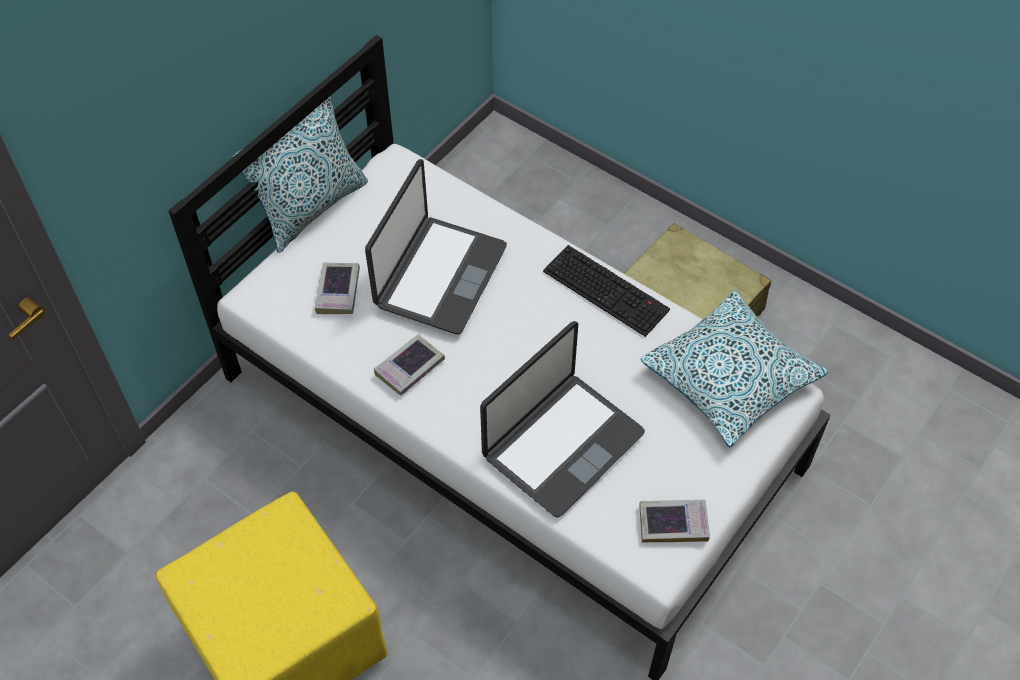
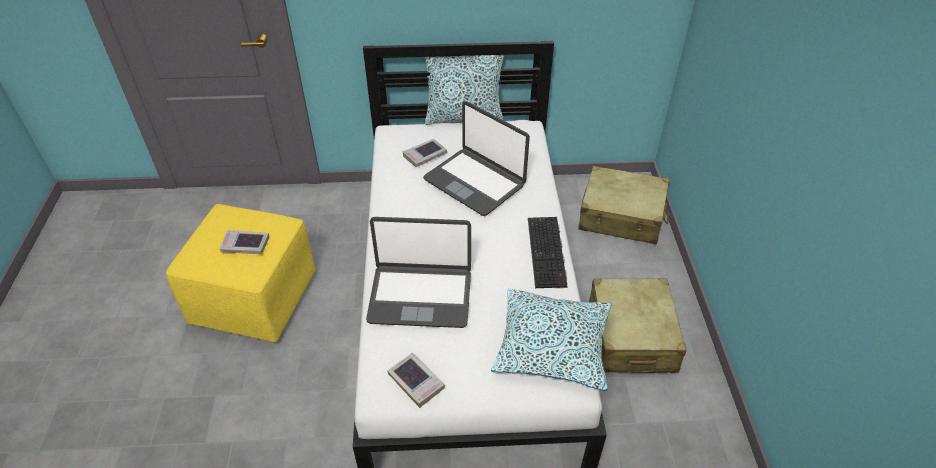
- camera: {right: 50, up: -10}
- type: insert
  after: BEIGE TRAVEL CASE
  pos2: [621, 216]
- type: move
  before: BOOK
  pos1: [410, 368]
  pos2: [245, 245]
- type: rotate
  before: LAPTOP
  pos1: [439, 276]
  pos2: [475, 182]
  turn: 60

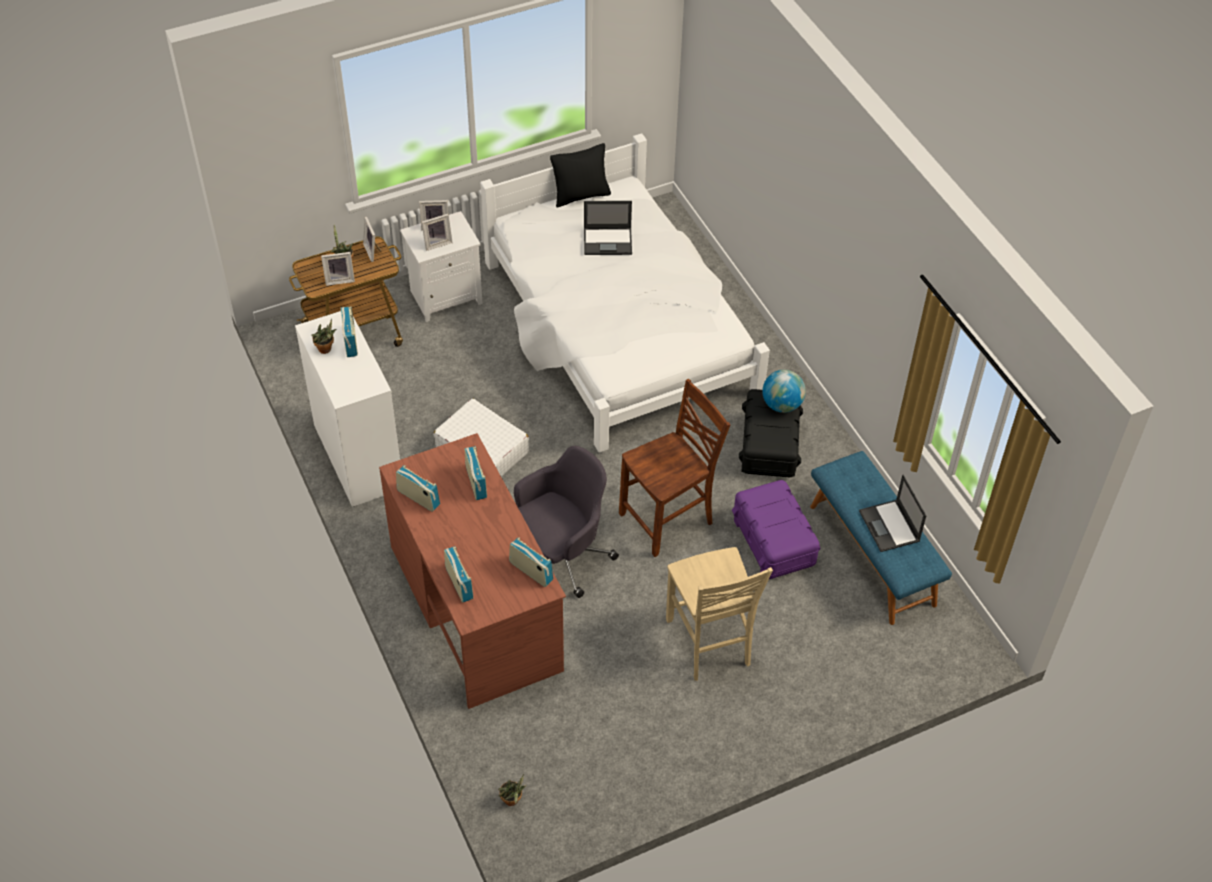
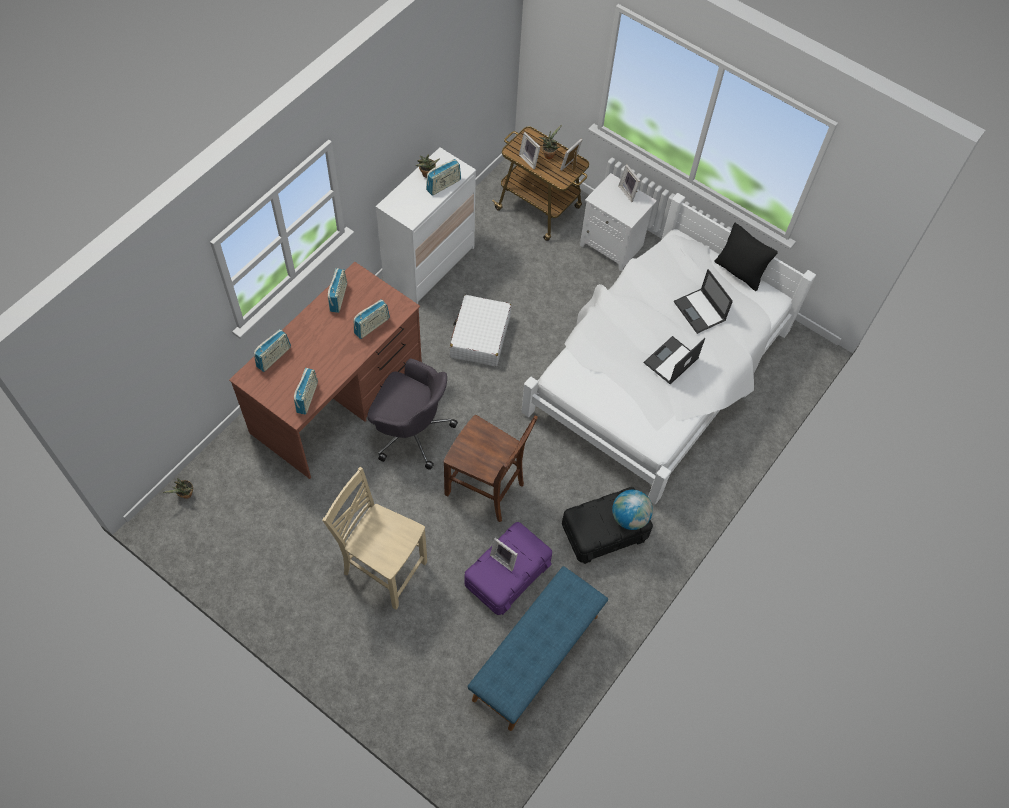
- camera: {right: 60, up: 10}
- type: move
  before: PHOTO FRAME
  pos1: [437, 243]
  pos2: [504, 558]
- type: move
  before: LAPTOP
  pos1: [890, 527]
  pos2: [670, 361]
- type: rotate
  before: BEIGE CHAIR
  pos1: [709, 643]
  pos2: [383, 568]
  turn: 75

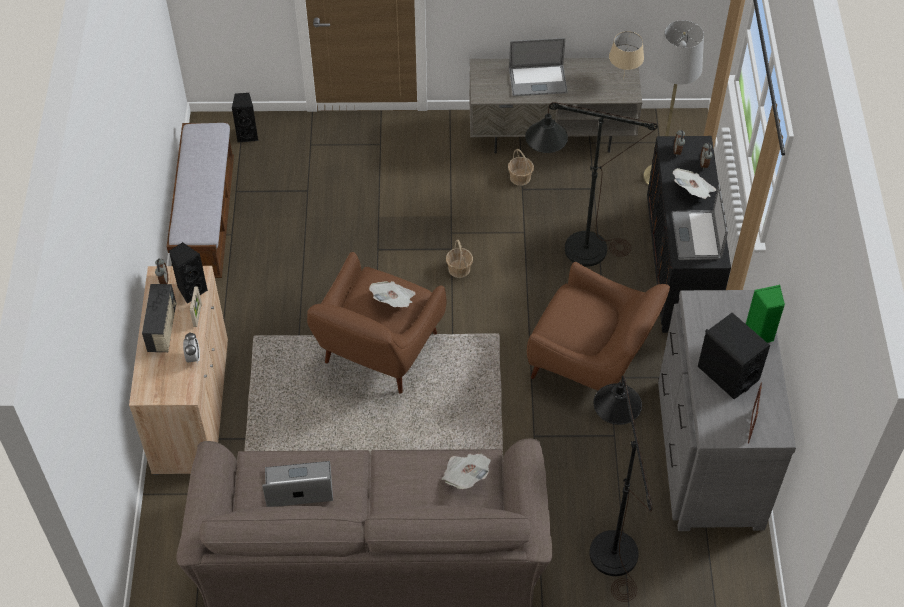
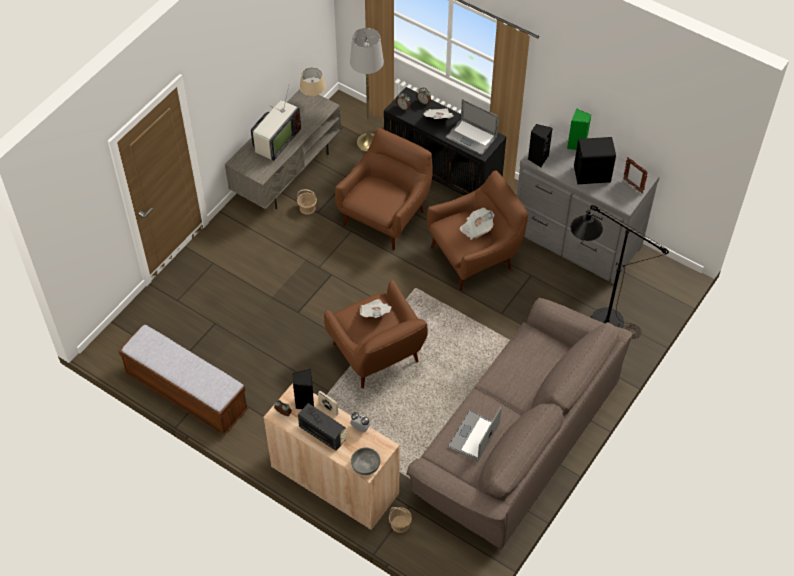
- camera: {right: -55, up: 0}
- type: insert
  after: GRAY BOWL
  pos2: [365, 465]
- type: move
  before: BLACK LOUDSPEAKER
  pos1: [248, 135]
  pos2: [537, 158]
- type: move
  before: DAILY PAPER
  pos1: [465, 476]
  pos2: [476, 229]
- type: move
  before: STORAGE BASKET
  pos1: [459, 269]
  pos2: [400, 524]
- type: replace
  before: LAPTOP
  after: TELEVISION
  pos1: [538, 80]
  pos2: [275, 142]
- type: replace
  before: BLACK STANDING LAMP
  after: BROWN ARMCHAIR
  pos1: [573, 250]
  pos2: [385, 215]

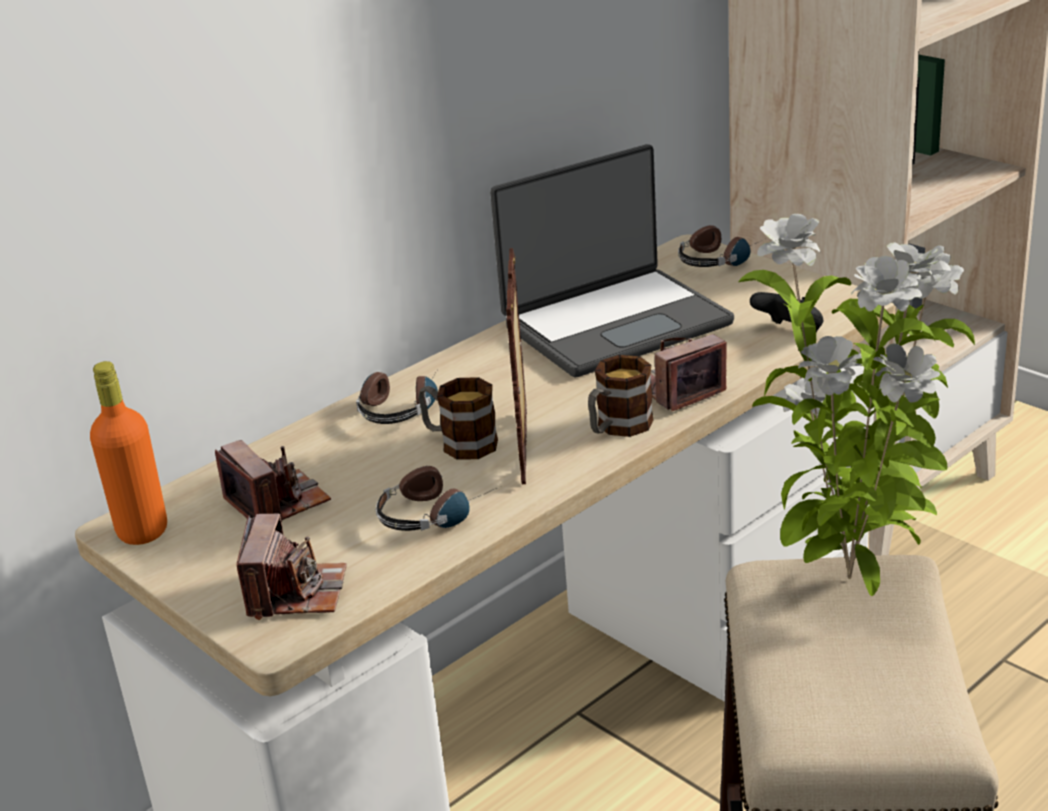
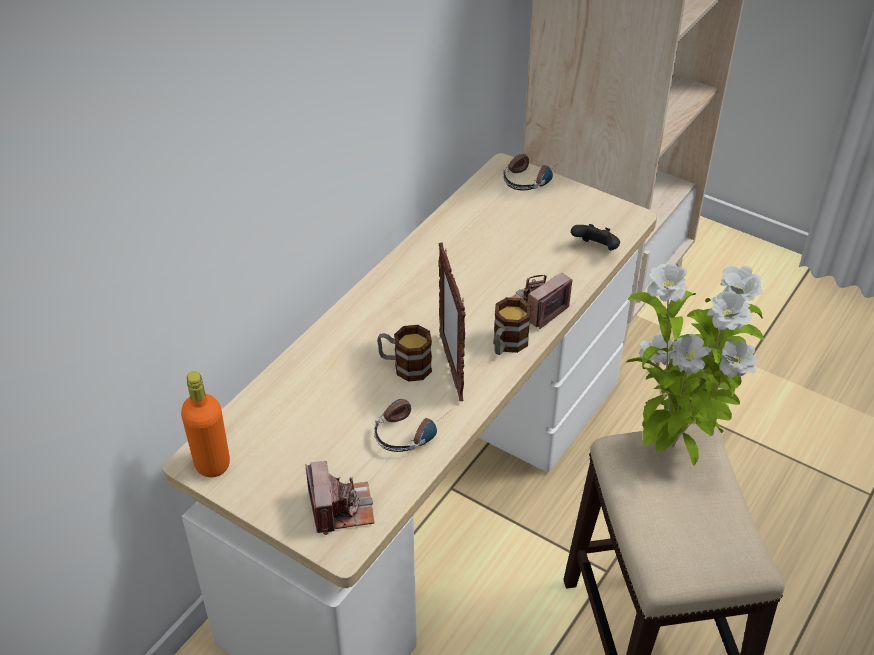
- camera: {right: -15, up: 15}
- type: delete
  before: PHOTO CAMERA
  pos1: [277, 502]
- type: delete
  before: HEADPHONES
  pos1: [400, 406]
- type: delete
  before: LAPTOP
  pos1: [615, 324]

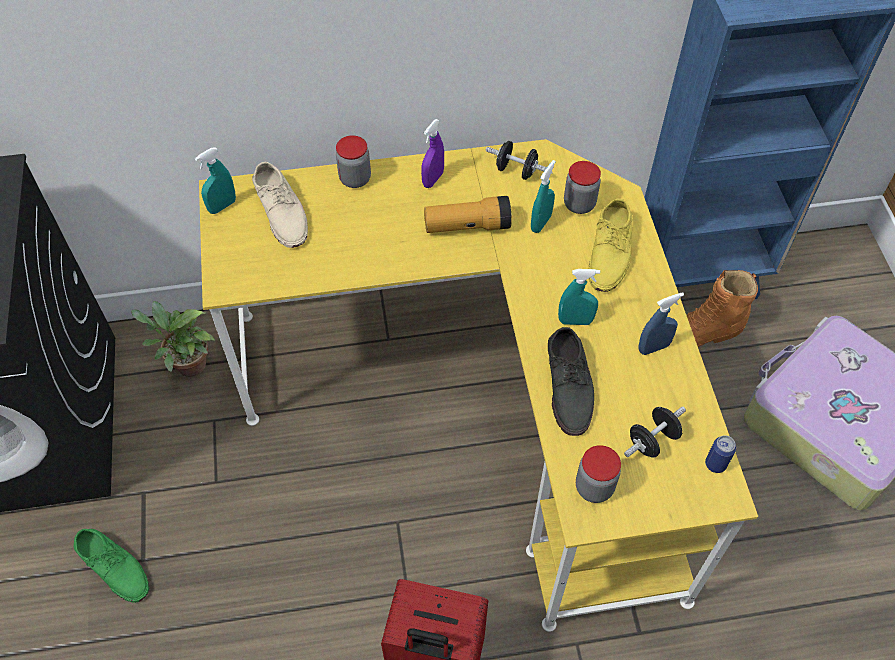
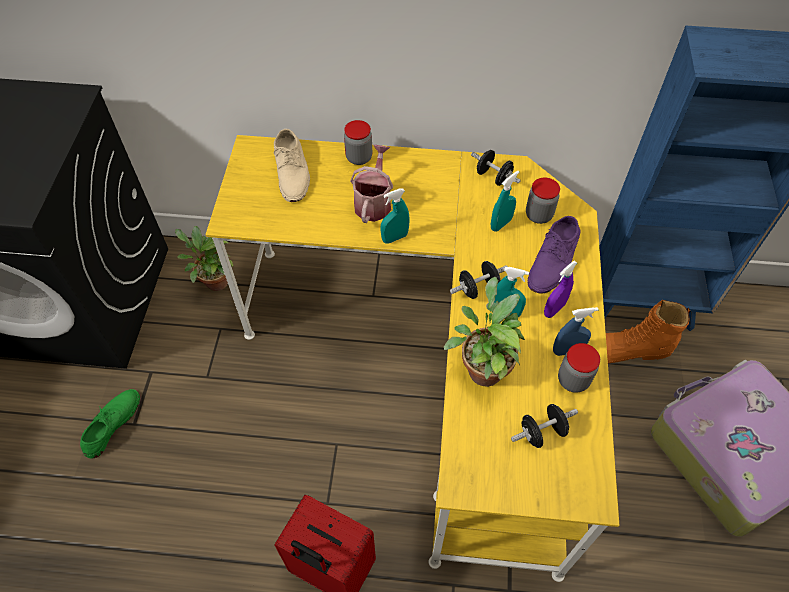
- camera: {right: 15, up: 0}
- type: delete
  before: HAND TORCH
  pos1: [467, 226]
- type: delete
  before: CAN
  pos1: [715, 464]
- type: insert
  after: WATERING CAN
  pos2: [373, 202]
- type: insert
  after: BLACK HAND WEIGHT
  pos2: [478, 288]
- type: move
  before: TURQUOISE-COLOURED SPRAY BOTTLE
  pos1: [222, 206]
  pos2: [395, 238]
- type: move
  before: PURPLE-COLOURED SPRAY BOTTLE
  pos1: [433, 179]
  pos2: [554, 309]
- type: move
  before: PRESERVE JAR
  pos1: [594, 487]
  pos2: [573, 380]
- type: replace
  before: GRAY LOW SHOE
  after: POTTED PLANT
  pos1: [569, 386]
  pos2: [483, 367]
- type: recolor
  before: YELLOW LOW SHOE
  after: PURPLE-COLOURED LOW SHOE
  pos1: [611, 252]
  pos2: [554, 261]
- type: rotate
  before: GREENISH LOW SHOE
  pos1: [114, 566]
  pos2: [111, 424]
  turn: -120

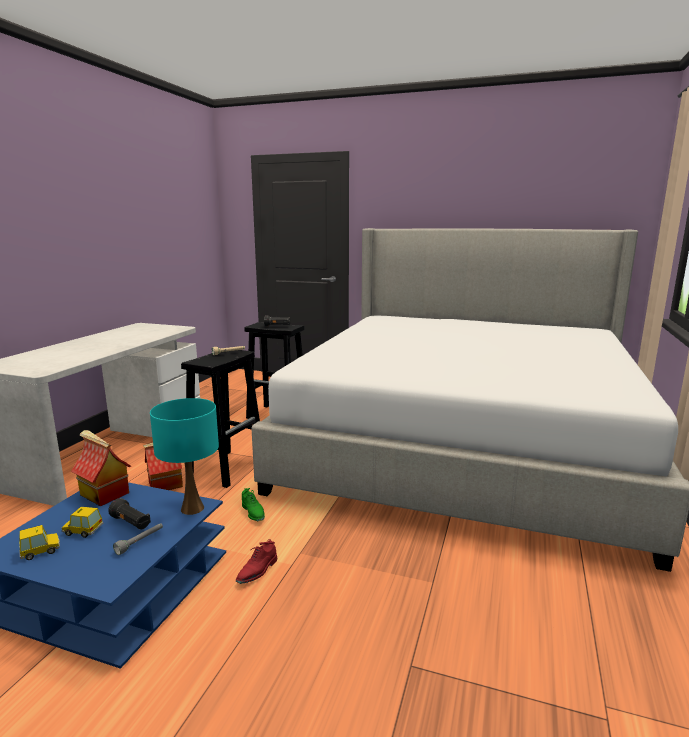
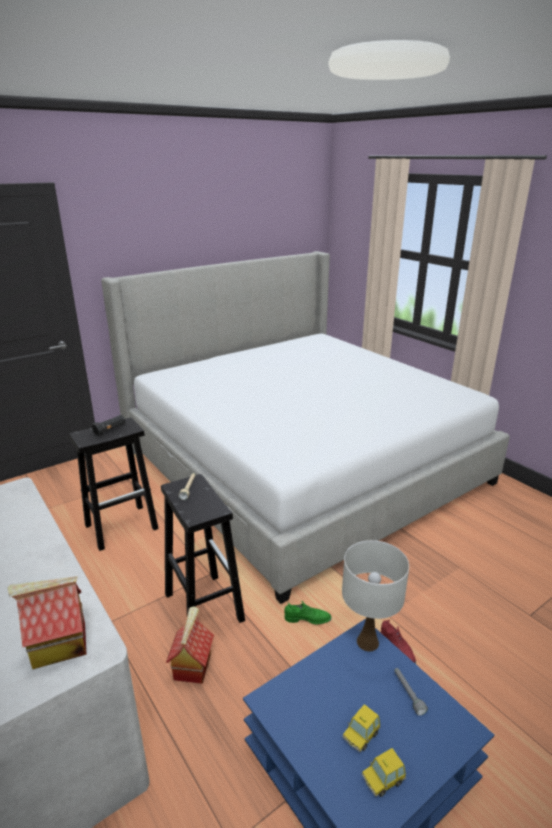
- camera: {right: -55, up: 10}
- type: delete
  before: BLACK HAND TORCH
  pos1: [131, 523]
- type: move
  before: MODEL HOUSE
  pos1: [103, 494]
  pos2: [58, 646]
- type: recolor
  before: TURQUOISE-COLOURED TABLE LAMP
  after: WHITE TABLE LAMP
  pos1: [192, 508]
  pos2: [367, 642]
- type: rotate
  before: MODEL CAR
  pos1: [40, 551]
  pos2: [382, 779]
  turn: -120

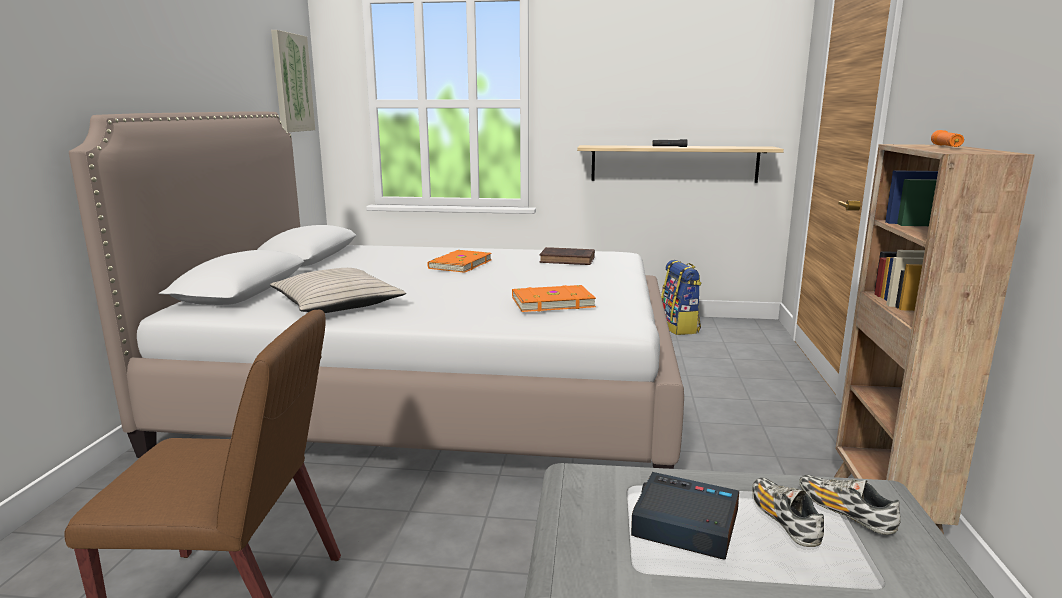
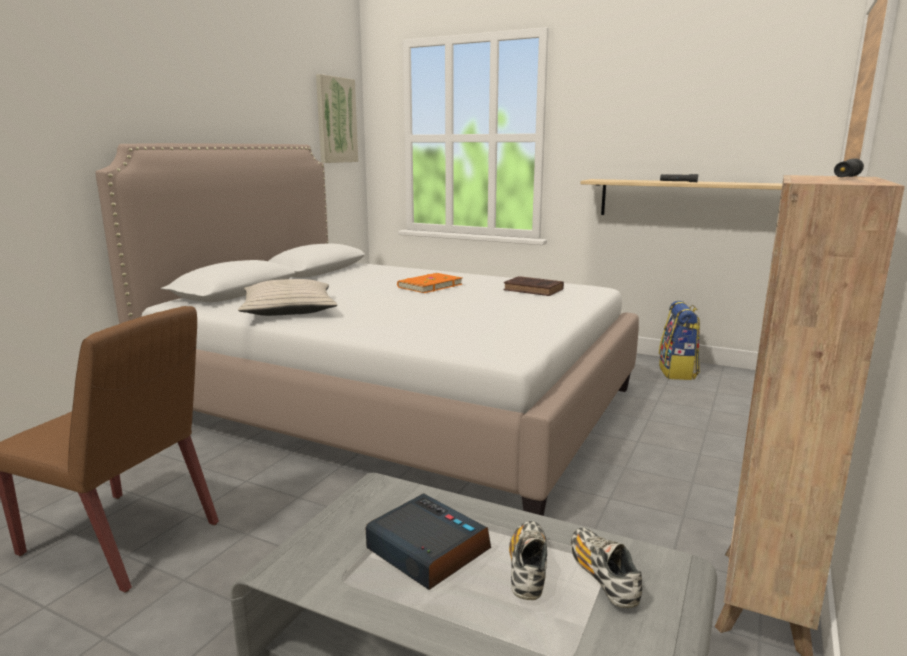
- camera: {right: 20, up: 0}
- type: delete
  before: ORANGE BOOK
  pos1: [551, 302]
- type: recolor
  before: ORANGE HAND TORCH
  after: BLACK HAND TORCH
  pos1: [946, 146]
  pos2: [846, 177]

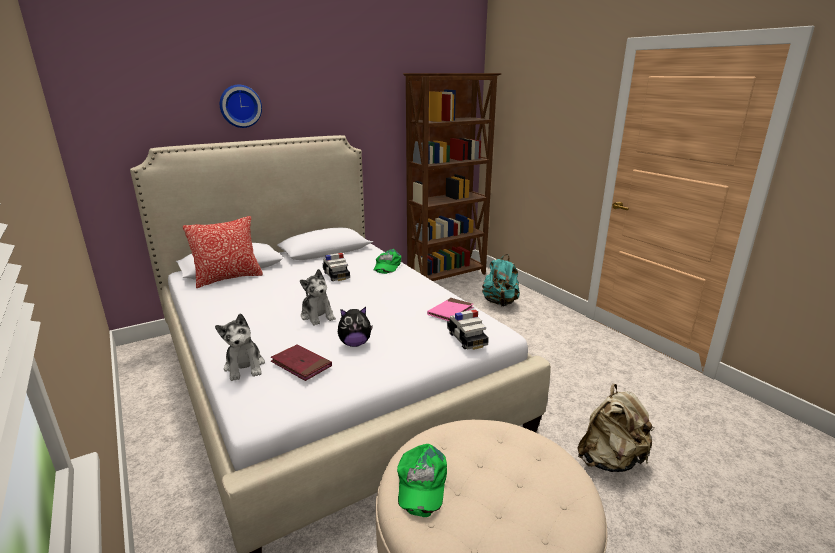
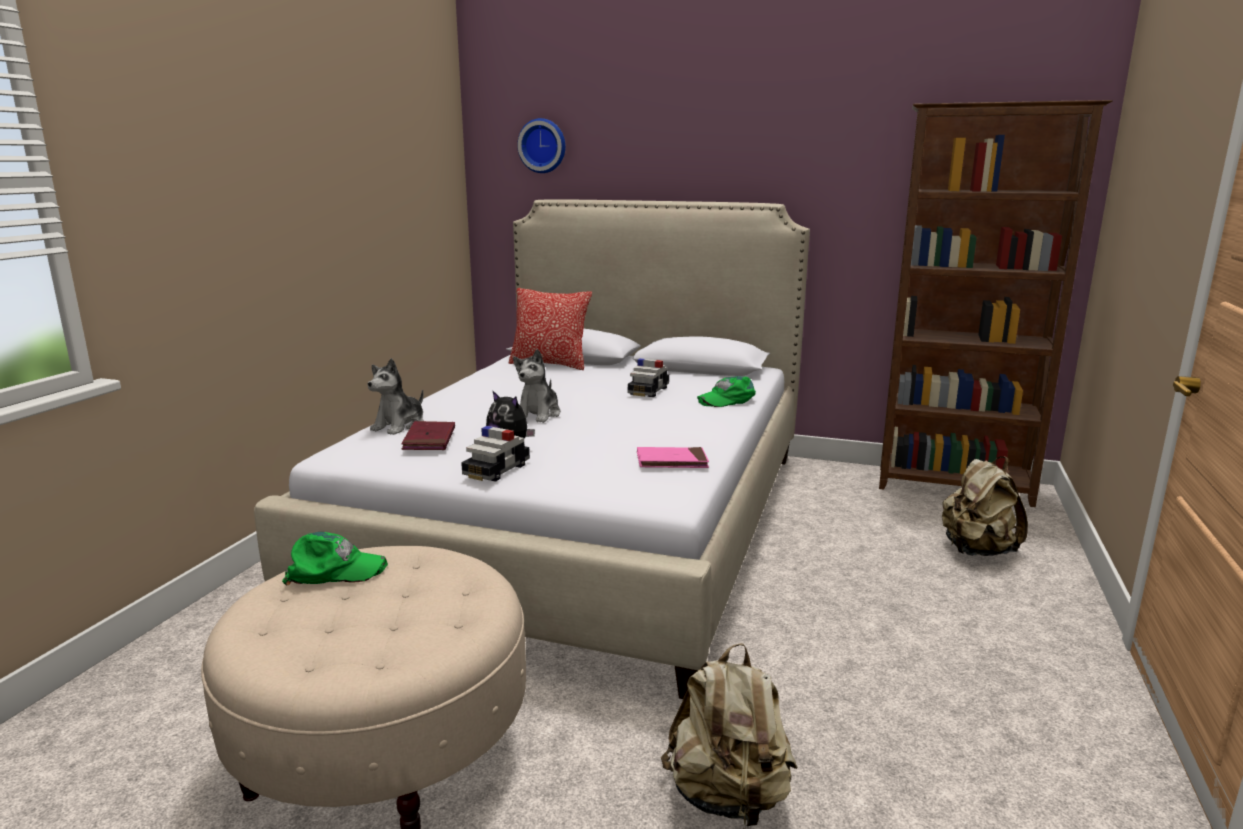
- camera: {right: 50, up: -5}
- type: move
  before: WALL CLOCK
  pos1: [240, 106]
  pos2: [543, 146]
- type: move
  before: MODEL CAR
  pos1: [467, 339]
  pos2: [496, 470]
- type: recolor
  before: TURQUOISE-COLOURED BACKPACK
  after: BEIGE BACKPACK
  pos1: [500, 302]
  pos2: [977, 550]
- type: rotate
  before: GREENISH BASEBALL CAP
  pos1: [421, 483]
  pos2: [335, 570]
  turn: -150

